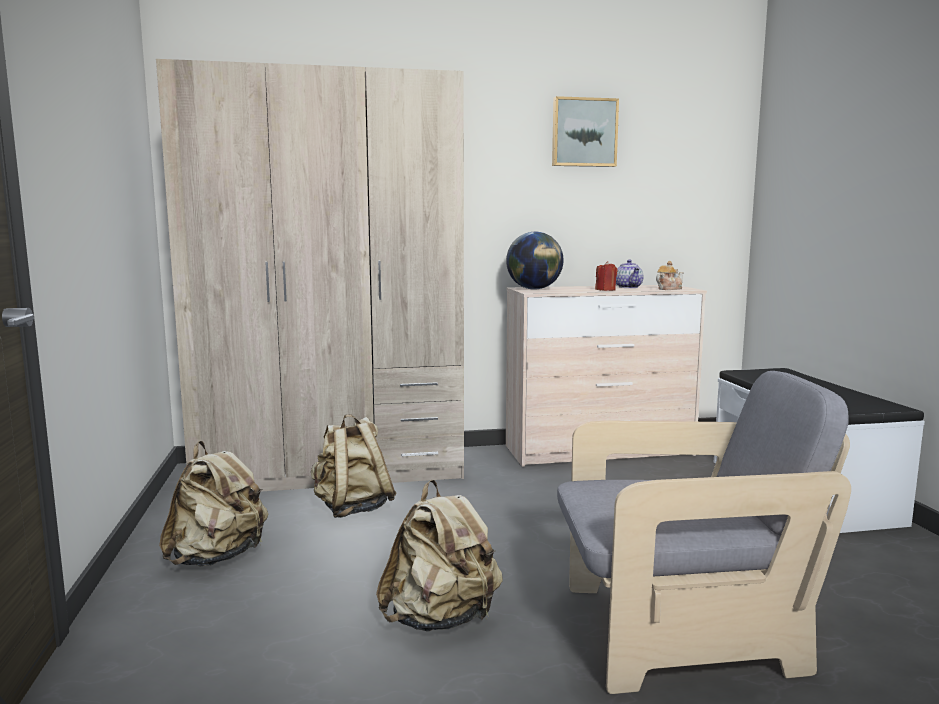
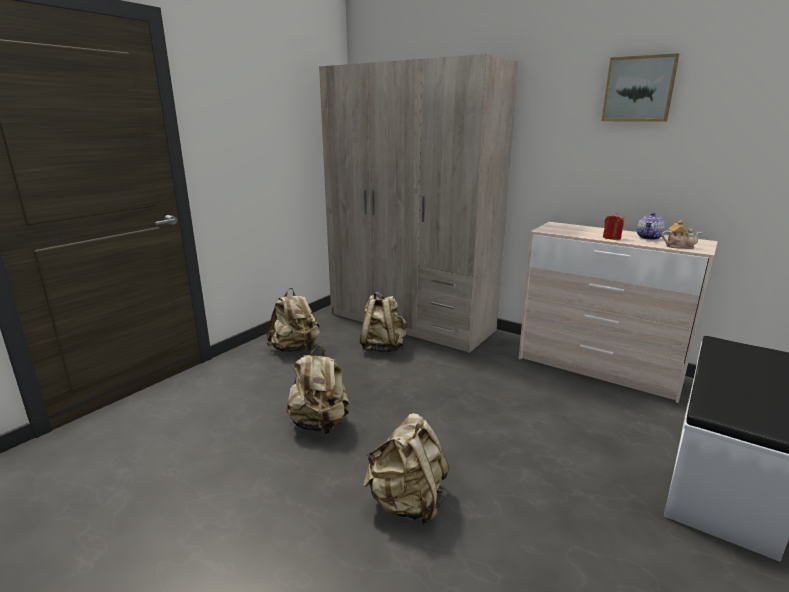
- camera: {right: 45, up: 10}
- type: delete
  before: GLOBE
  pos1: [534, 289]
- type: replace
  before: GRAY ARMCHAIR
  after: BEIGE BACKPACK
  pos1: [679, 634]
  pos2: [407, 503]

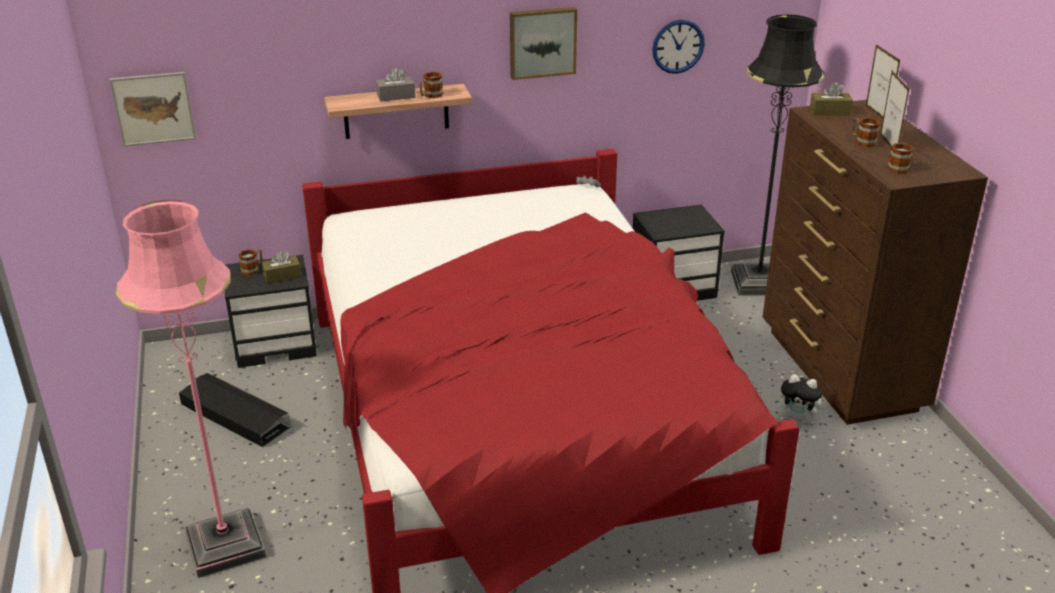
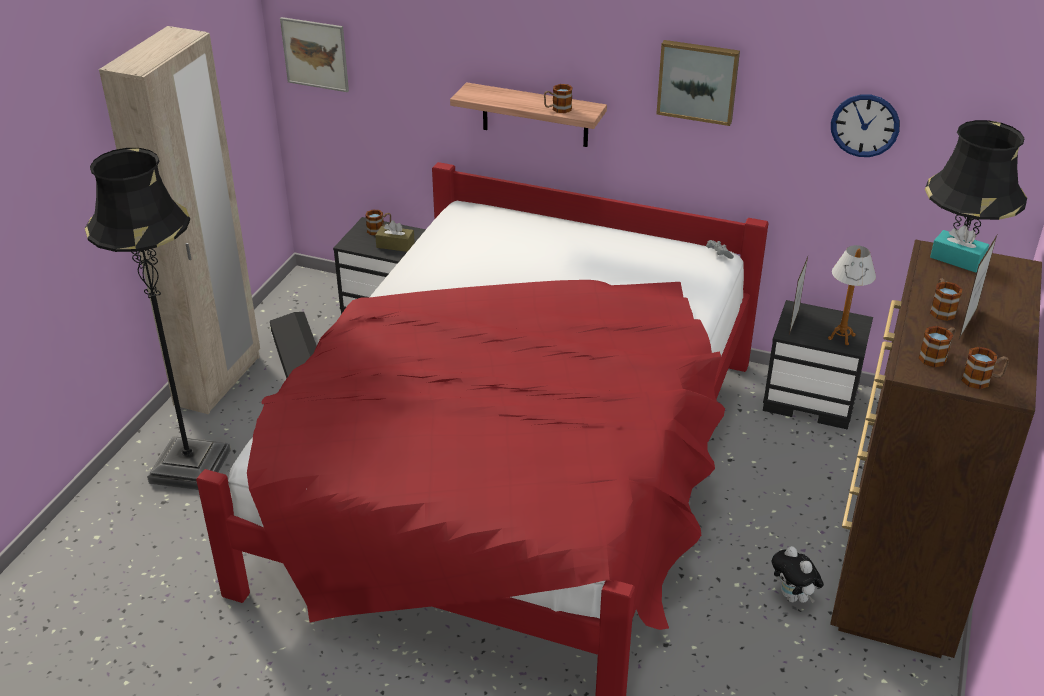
- camera: {right: 35, up: 5}
- type: delete
  before: GRAY TISSUE HOLDER
  pos1: [396, 96]
- type: insert
  after: BEIGE ARMOIRE
  pos2: [219, 381]
- type: insert
  after: TABLE LAMP
  pos2: [841, 337]
- type: insert
  after: TEA MUG
  pos2: [982, 380]
- type: move
  before: PHOTO FRAME
  pos1: [877, 114]
  pos2: [794, 322]
- type: recolor
  before: PINKISH STANDING LAMP
  after: BLACK STANDING LAMP
  pos1: [225, 545]
  pos2: [190, 466]
- type: recolor
  before: BROWN TISSUE HOLDER
  after: TURQUOISE-COLOURED TISSUE HOLDER
  pos1: [830, 111]
  pos2: [957, 259]

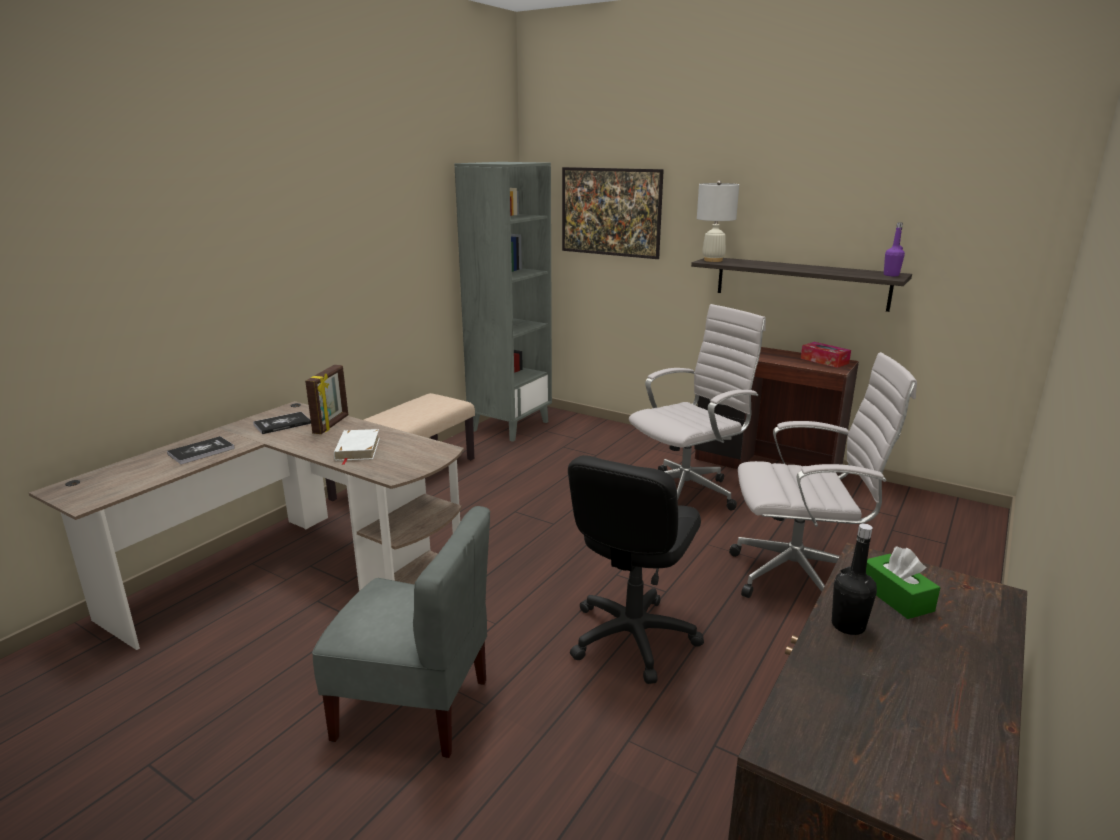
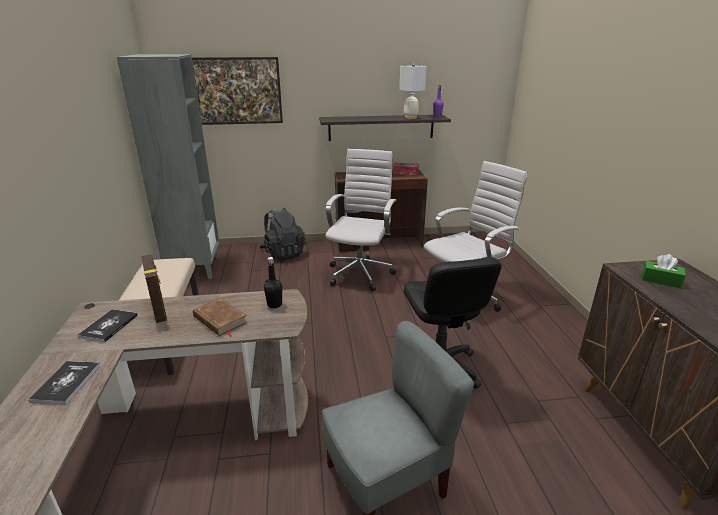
- camera: {right: -40, up: 5}
- type: insert
  after: BLACK BACKPACK
  pos2: [283, 254]
- type: move
  before: WHITE TABLE LAMP
  pos1: [713, 260]
  pos2: [410, 118]
- type: move
  before: BLACK DRINK BOTTLE
  pos1: [848, 625]
  pos2: [274, 304]
- type: recolor
  before: WHITE BOOK
  after: BROWN BOOK
  pos1: [357, 449]
  pos2: [220, 320]

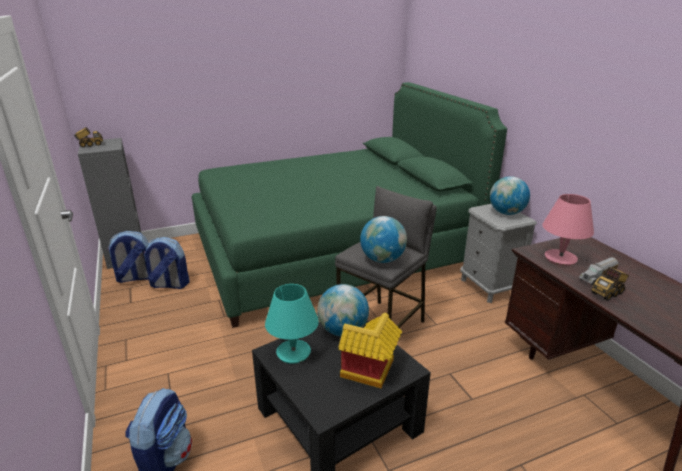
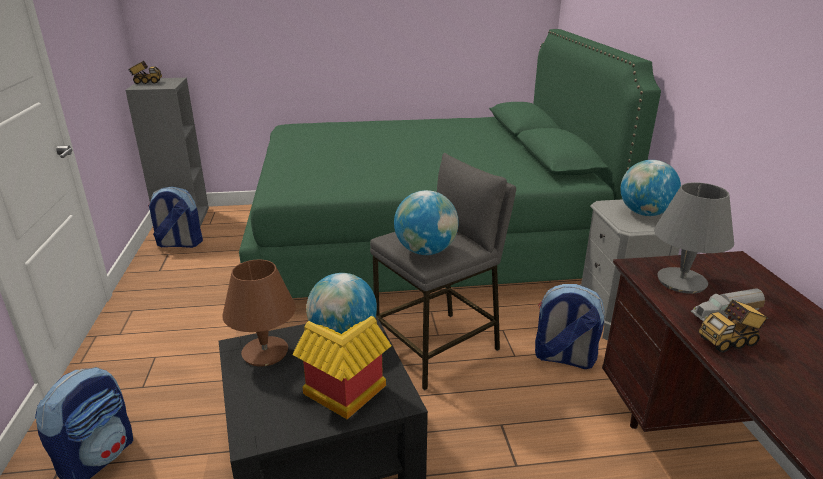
- camera: {right: 15, up: 0}
- type: move
  before: BACKPACK
  pos1: [169, 285]
  pos2: [563, 358]
- type: recolor
  before: TURQUOISE-COLOURED TABLE LAMP
  after: BROWN TABLE LAMP
  pos1: [294, 352]
  pos2: [265, 353]
- type: recolor
  before: PINKISH TABLE LAMP
  after: GRAY TABLE LAMP
  pos1: [560, 258]
  pos2: [682, 281]

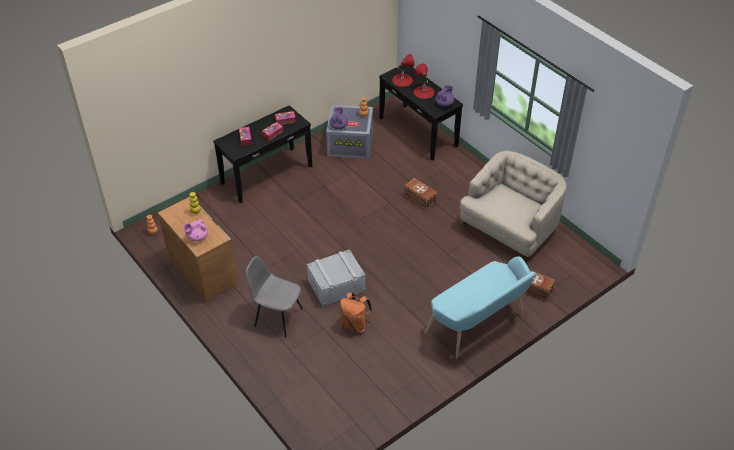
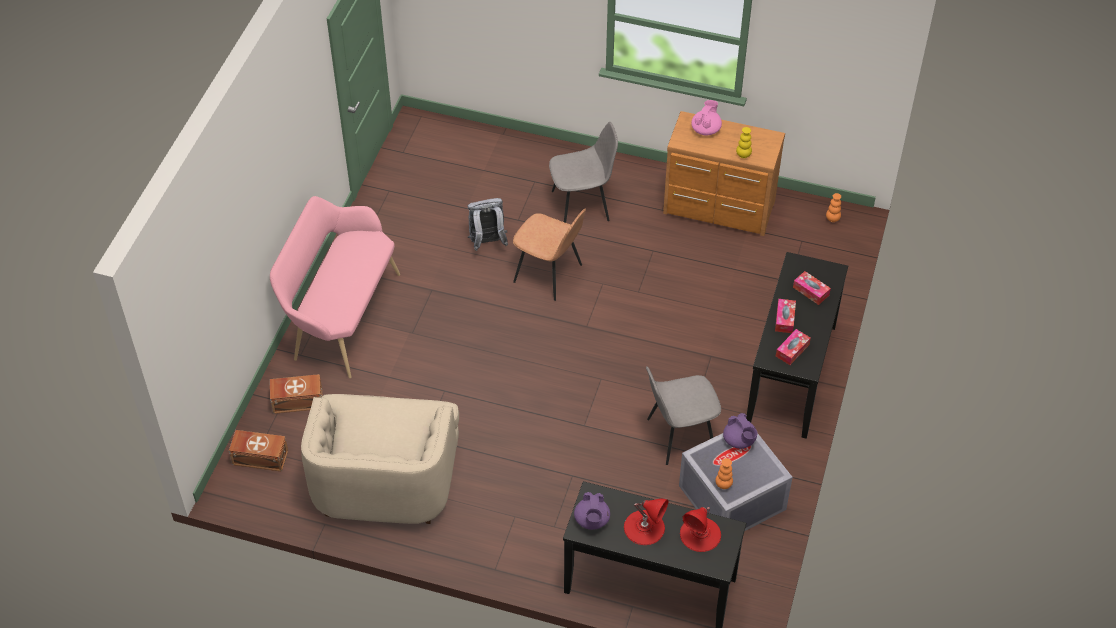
- camera: {right: 145, up: 5}
- type: insert
  after: GRAY CHAIR
  pos2: [679, 436]
- type: move
  before: BROWN STORAGE BOX
  pos1: [420, 199]
  pos2: [259, 457]
- type: replace
  before: GRAY STORAGE BOX
  after: BROWN CHAIR
  pos1: [336, 285]
  pos2: [549, 274]
- type: recolor
  before: ORANGE BACKPACK
  after: GRAY BACKPACK
  pos1: [355, 324]
  pos2: [487, 242]
- type: recolor
  before: TURQUOISE-COLOURED BENCH
  after: PINKISH BENCH
  pos1: [478, 325]
  pos2: [341, 317]

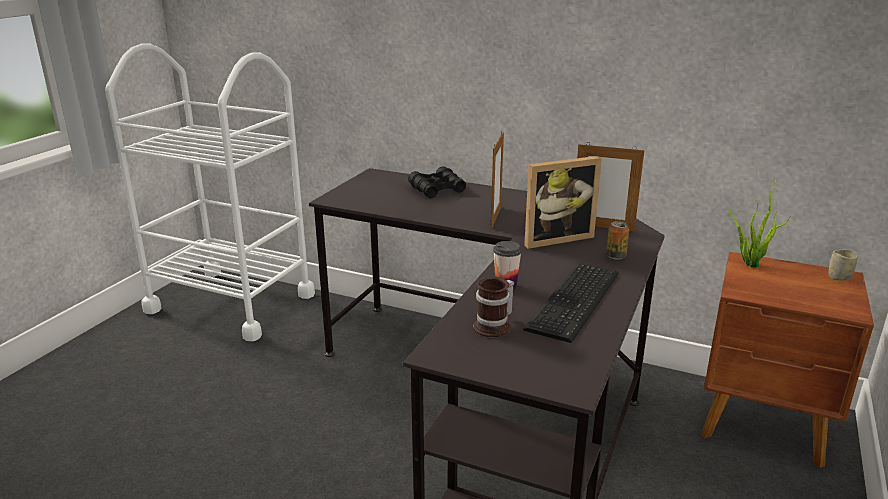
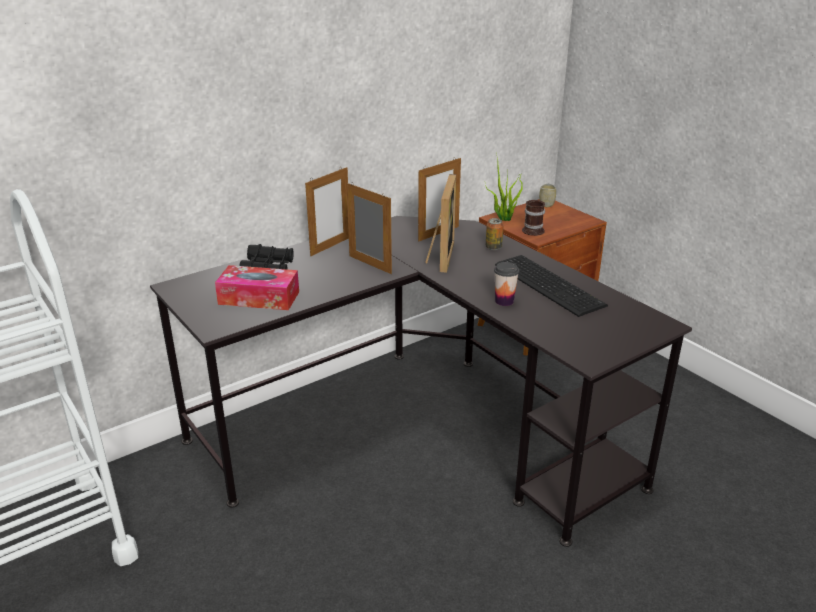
- camera: {right: -60, up: 5}
- type: insert
  after: TISSUE HOLDER
  pos2: [259, 298]
- type: insert
  after: PHOTO FRAME
  pos2: [330, 246]
- type: move
  before: TEA MUG
  pos1: [495, 326]
  pos2: [533, 230]

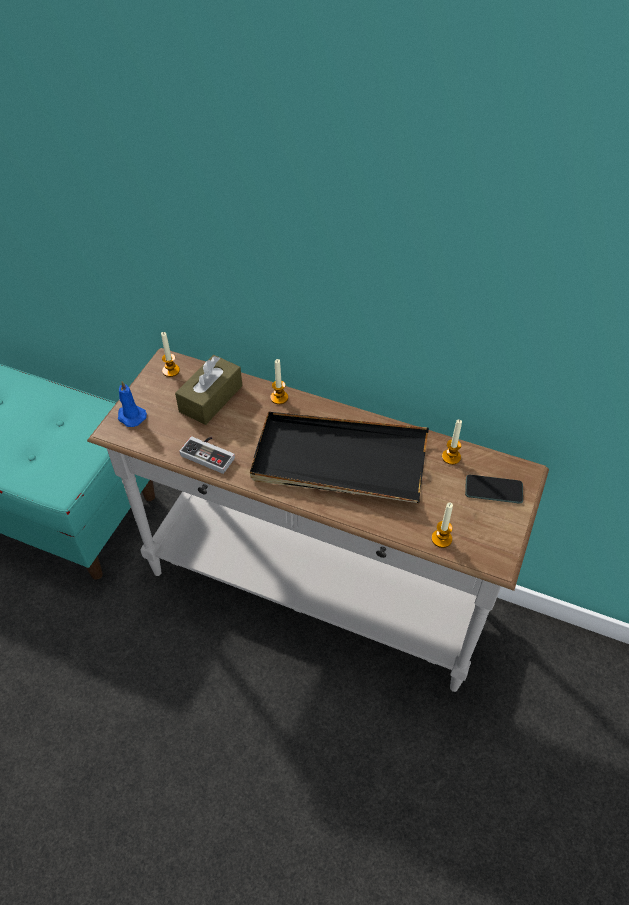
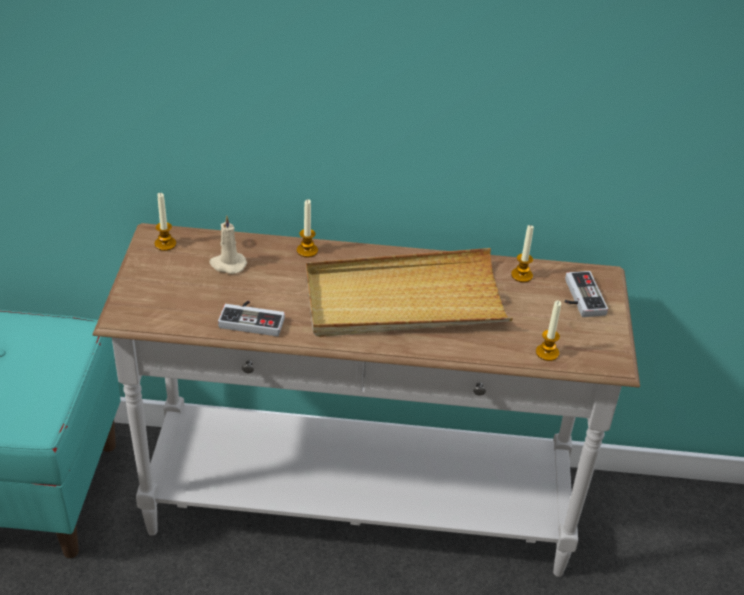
- camera: {right: -20, up: -10}
- type: delete
  before: BLUE WAX LIGHT
  pos1: [131, 416]
- type: replace
  before: BROWN TISSUE HOLDER
  after: BEIGE WAX LIGHT
  pos1: [211, 398]
  pos2: [227, 264]
- type: replace
  before: PHONE
  after: GAMEPAD
  pos1: [493, 489]
  pos2: [579, 297]
- type: recolor
  before: BLACK CARRYING TRAY
  after: BEIGE CARRYING TRAY
  pos1: [339, 461]
  pos2: [404, 300]

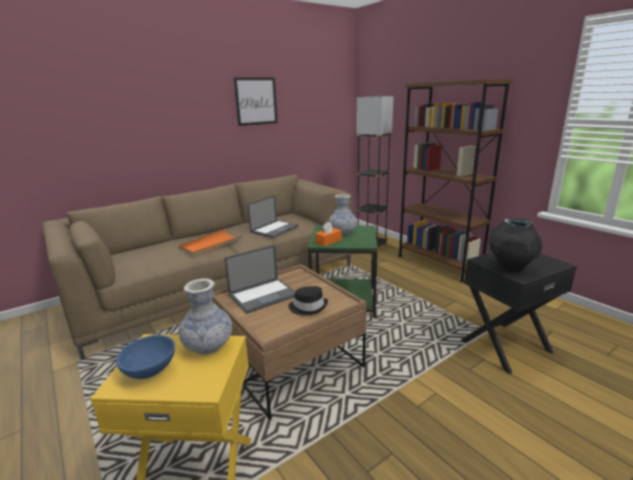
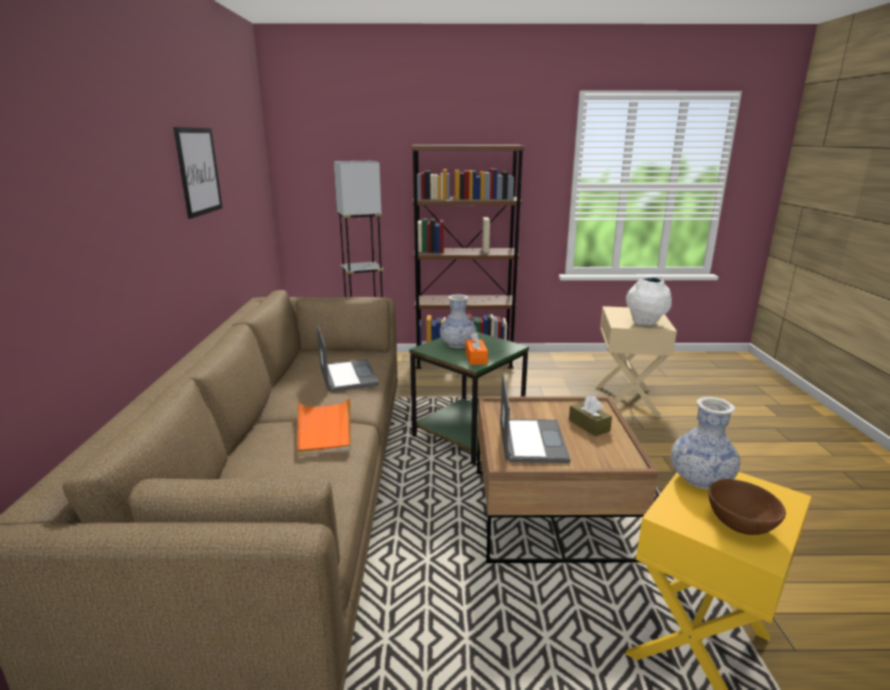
- camera: {right: -55, up: 0}
- type: replace
  before: BLACK WEARABLE HAT
  after: BROWN TISSUE HOLDER
  pos1: [308, 307]
  pos2: [589, 425]
- type: recolor
  before: BLUE BOWL
  after: BROWN BOWL
  pos1: [151, 371]
  pos2: [740, 524]
- type: recolor
  before: BLACK SIDE TABLE
  after: BEIGE SIDE TABLE
  pos1: [504, 345]
  pos2: [625, 400]
- type: recolor
  before: BLACK DECORATIVE VASE
  after: WHITE DECORATIVE VASE
  pos1: [510, 268]
  pos2: [645, 323]

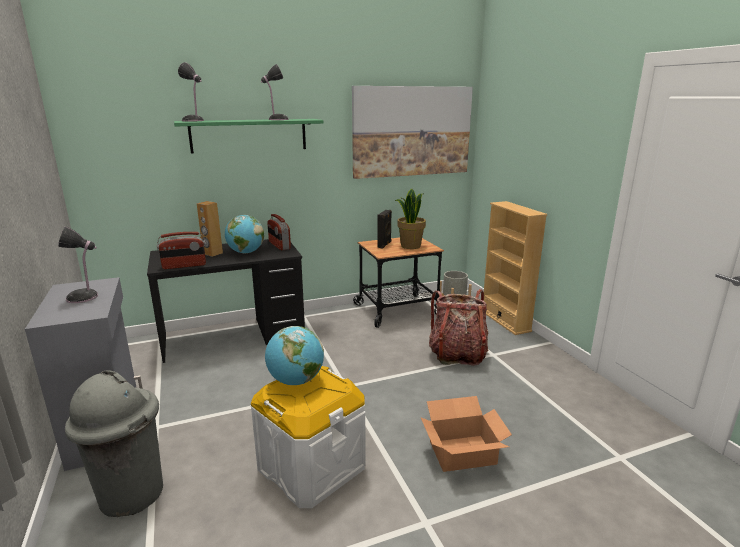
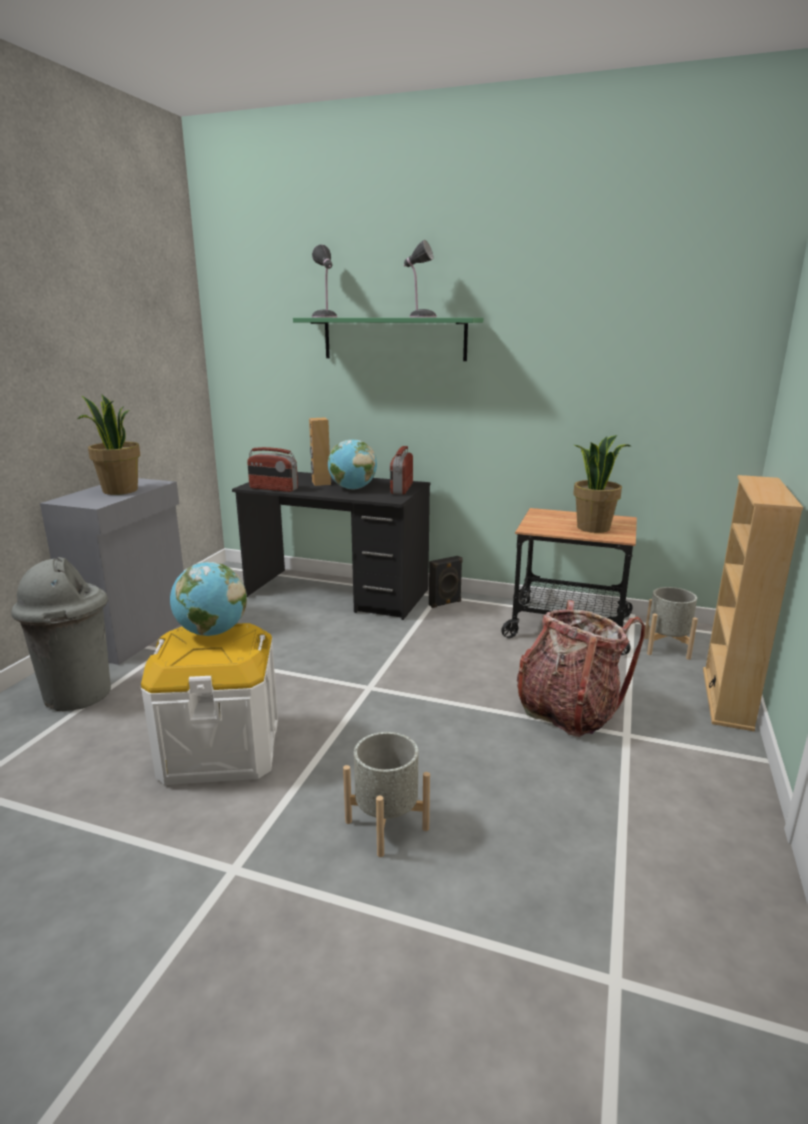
- camera: {right: 40, up: 0}
- type: delete
  before: WALL PICTURE
  pos1: [412, 131]
- type: move
  before: BLACK LOUDSPEAKER
  pos1: [385, 245]
  pos2: [445, 603]
- type: replace
  before: TABLE LAMP
  after: POTTED PLANT
  pos1: [84, 297]
  pos2: [119, 490]
- type: replace
  before: CARDBOARD BOX
  after: GRAY FLOWER POT
  pos1: [461, 452]
  pos2: [386, 825]

